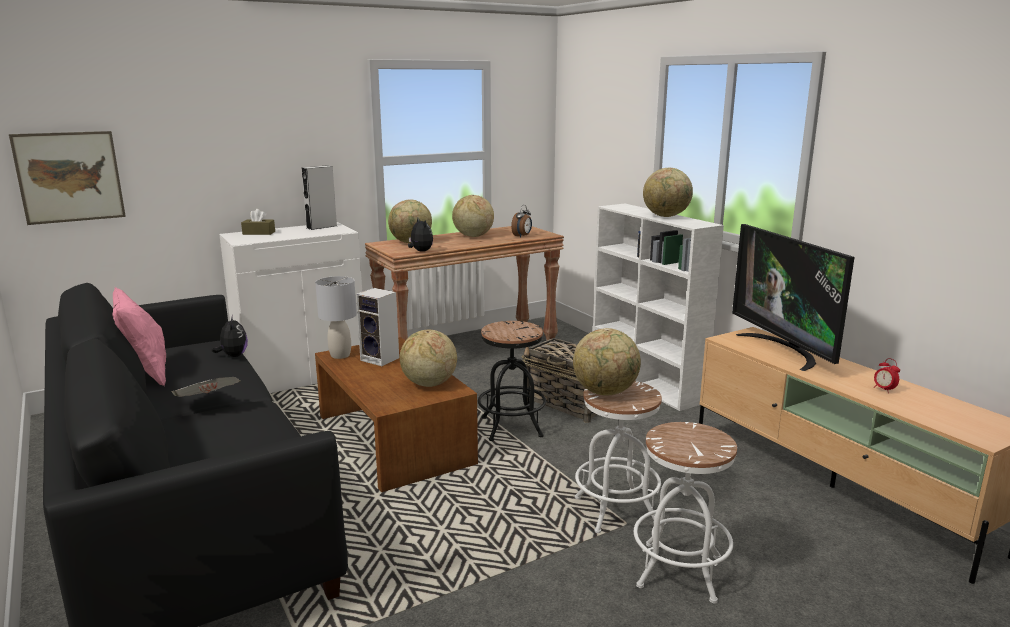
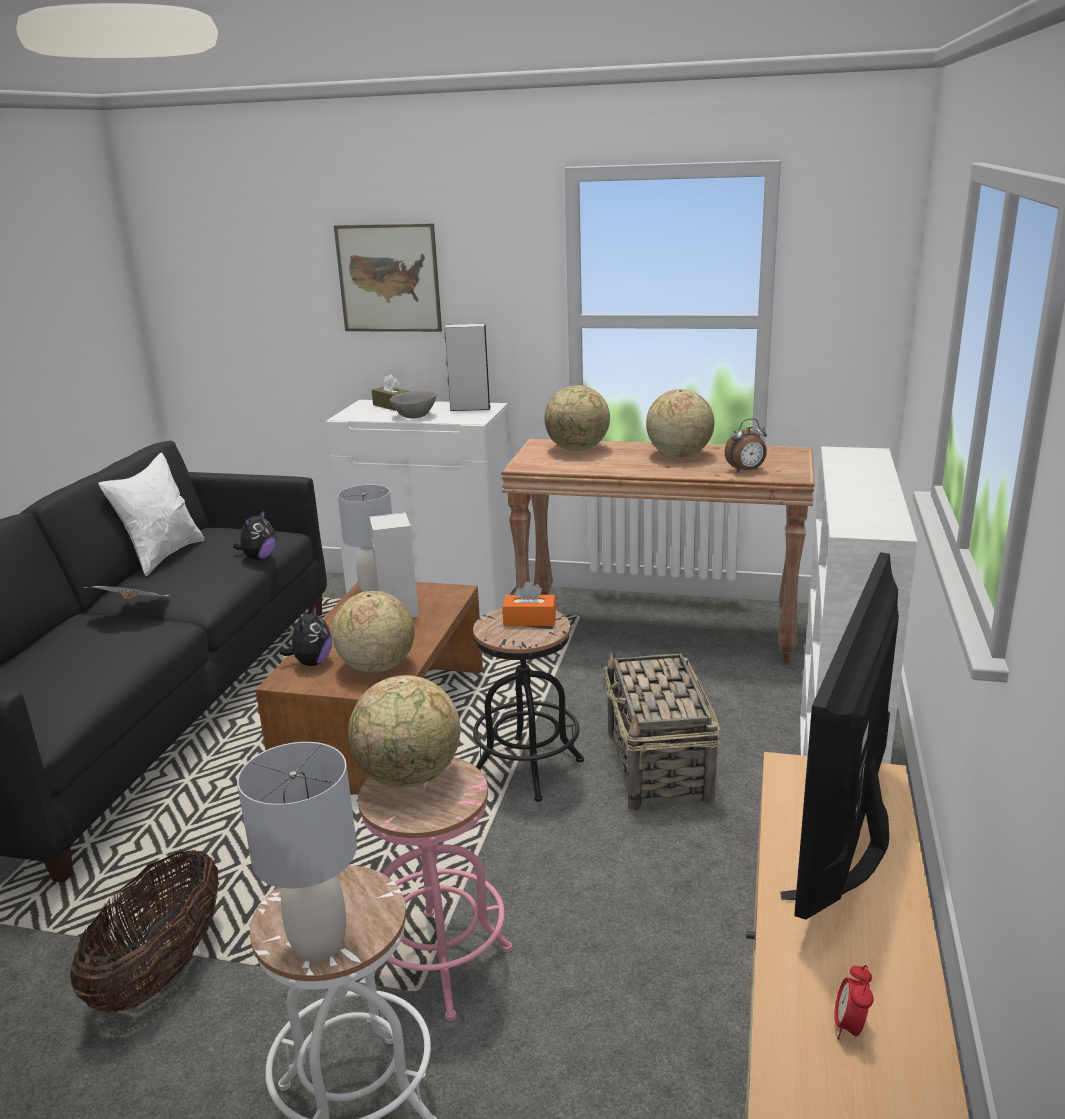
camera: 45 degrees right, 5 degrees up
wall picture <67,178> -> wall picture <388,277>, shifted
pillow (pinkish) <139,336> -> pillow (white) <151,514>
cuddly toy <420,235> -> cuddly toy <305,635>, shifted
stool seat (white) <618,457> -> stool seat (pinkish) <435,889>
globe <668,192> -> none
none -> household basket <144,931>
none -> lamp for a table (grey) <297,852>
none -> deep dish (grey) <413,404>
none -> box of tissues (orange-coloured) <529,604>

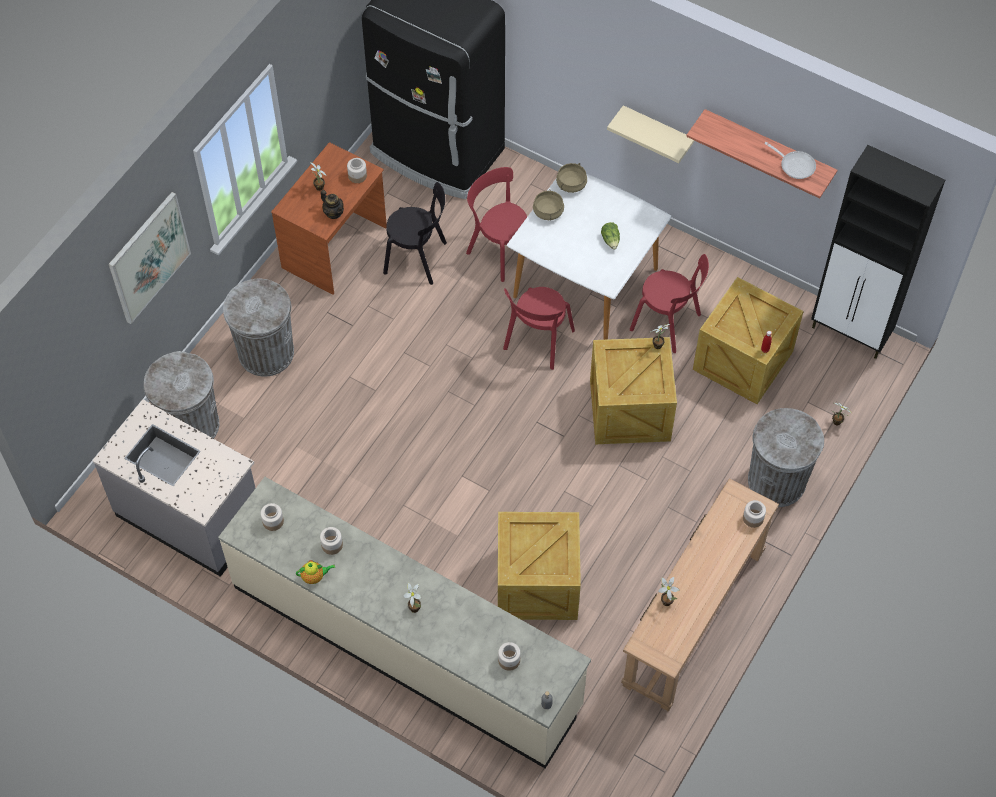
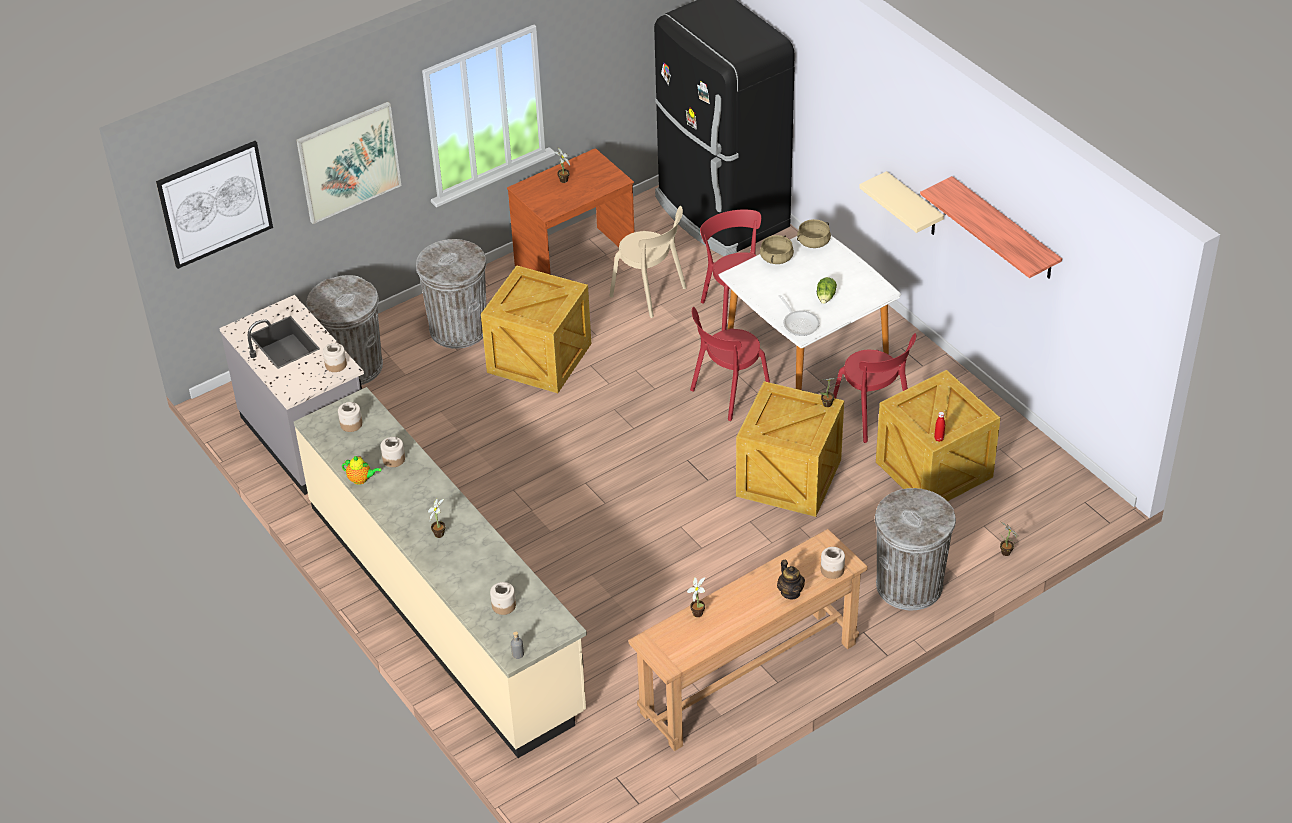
camera: 25 degrees right, 15 degrees down
pot for tea <332,204> -> pot for tea <791,580>, shifted
jar <357,170> -> jar <335,357>, shifted
upright chair (black) <415,233> -> upright chair (beige-coloured) <648,262>
packing crate <539,566> -> packing crate <536,329>, shifted
pan <790,160> -> pan <799,315>, shifted
cupboard (black) <878,252> -> none
none -> wall picture <214,205>

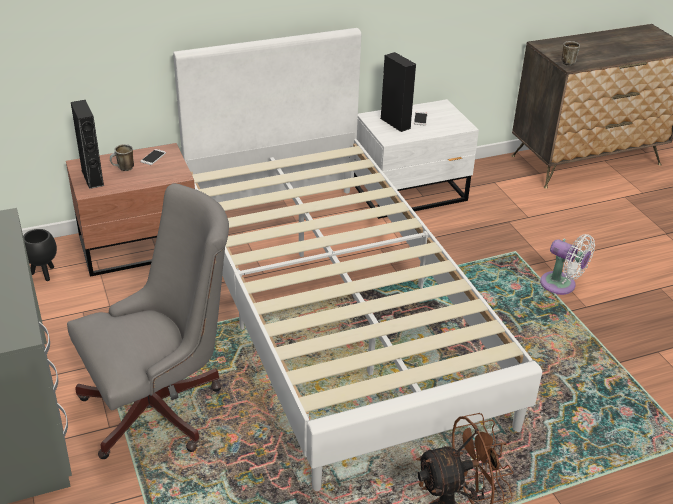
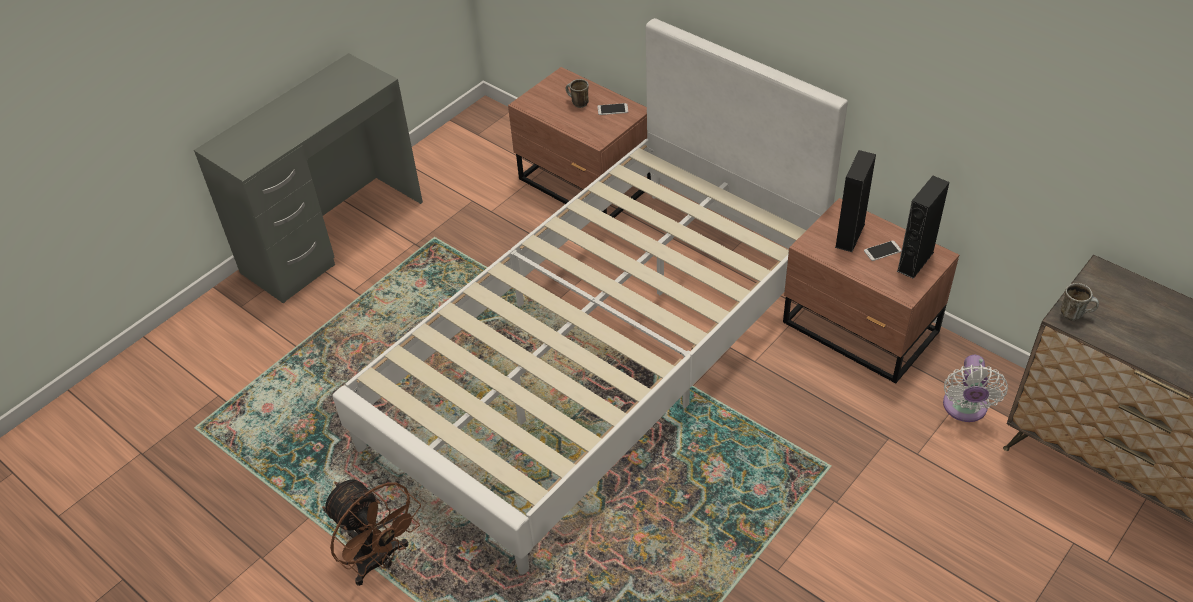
camera: 65 degrees right, 10 degrees up
planter (black) <40,255> -> none
computer chair (grey) <148,321> -> none
audio speaker (black) <87,144> -> audio speaker (black) <923,227>, shifted
night table (white) <416,159> -> night table (brown) <871,290>
fan (white) <567,264> -> fan (white) <975,388>, shifted

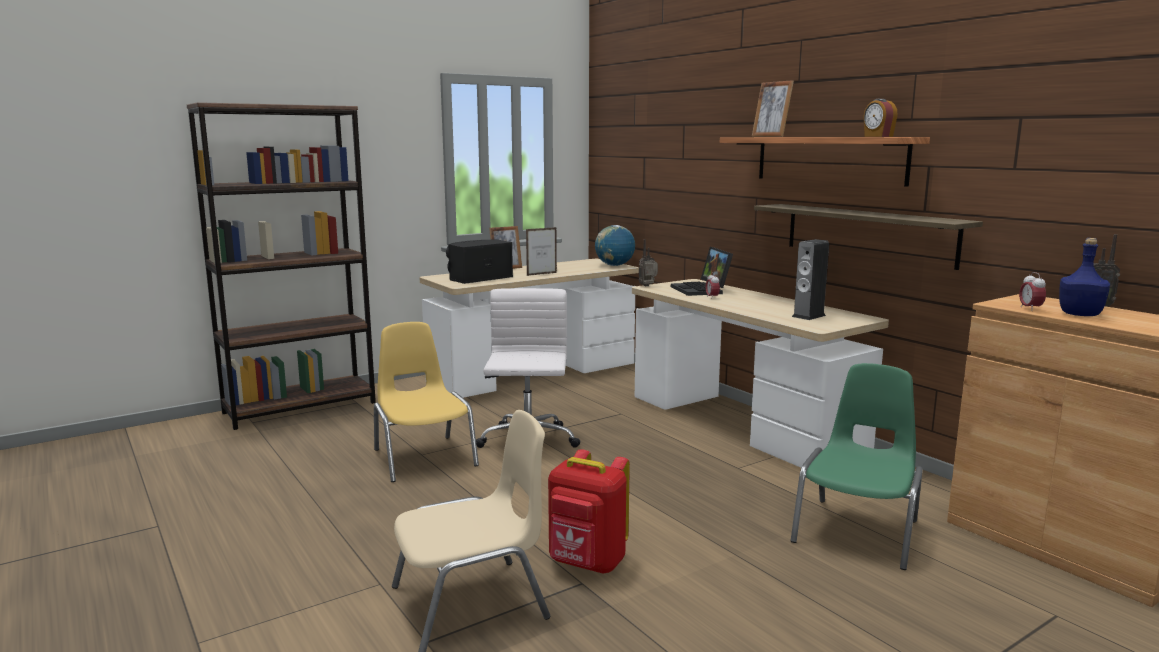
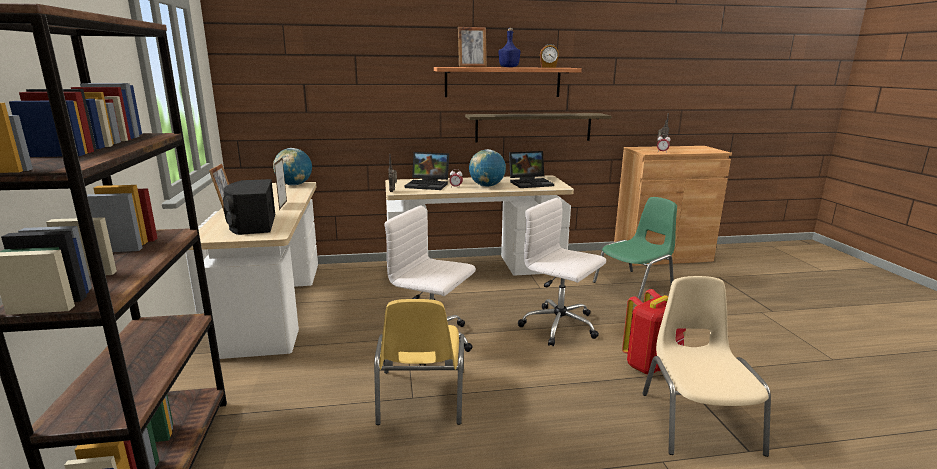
camera: 65 degrees left, 5 degrees up
upright chair (yellow-coloured) <426,402> -> upright chair (yellow-coloured) <419,362>, 90 degrees counterclockwise
upright chair (greenish) <857,466> -> upright chair (greenish) <635,248>, 90 degrees clockwise
audio speaker <810,279> -> portable computer <531,169>
bottle (blue-coloured) <1084,277> -> bottle (blue-coloured) <510,47>, shifted
none -> globe <487,168>
none -> computer chair (white) <562,272>

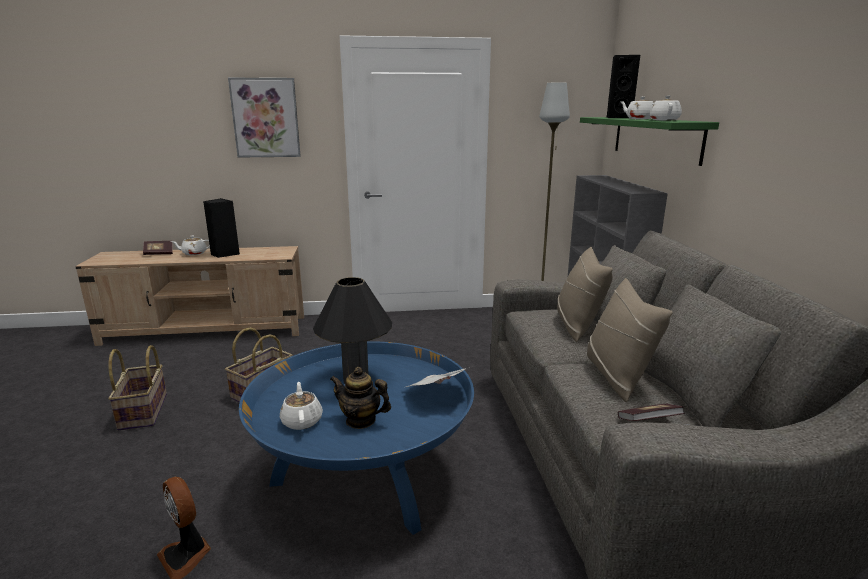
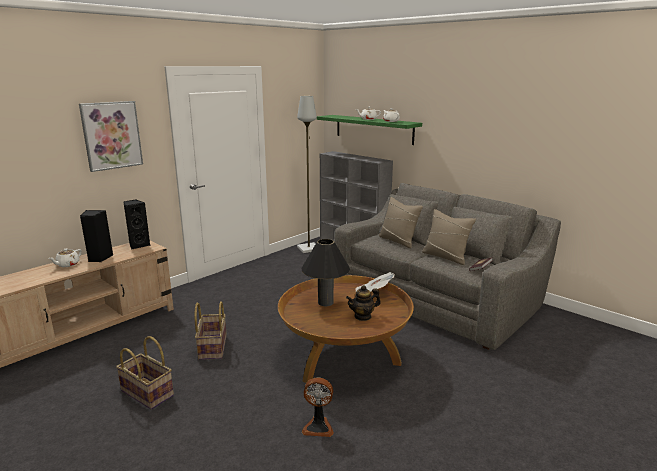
camera: 40 degrees left, 0 degrees up
volume <158,248> -> none
coffee table (blue-coloured) <356,438> -> coffee table (brown) <346,329>
pot for tea (white) <301,406> -> none
audio speaker (black) <623,86> -> audio speaker (black) <137,225>, shifted

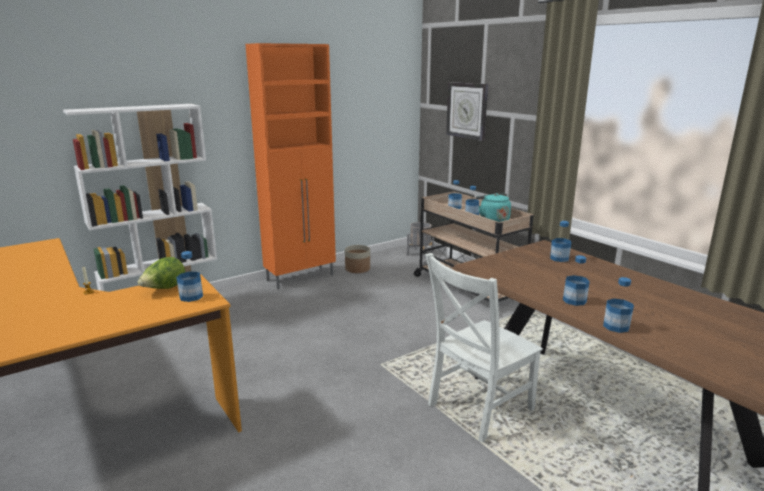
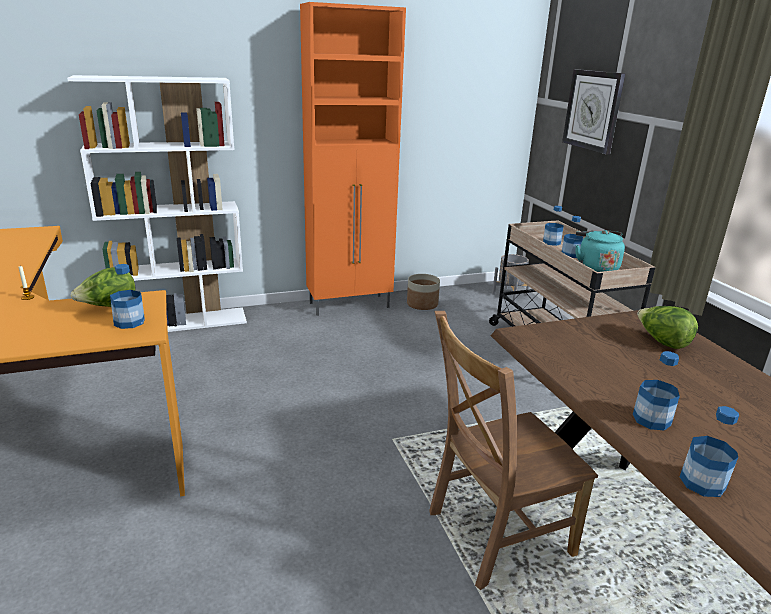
camera: 15 degrees right, 5 degrees up
upright chair (white) <484,347> -> upright chair (brown) <513,450>
bottle <560,241> -> lettuce head <667,327>

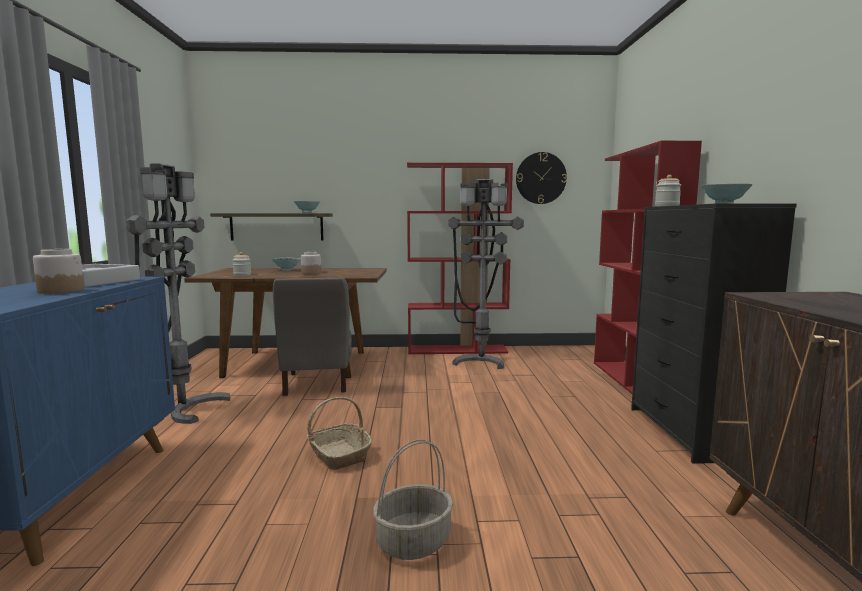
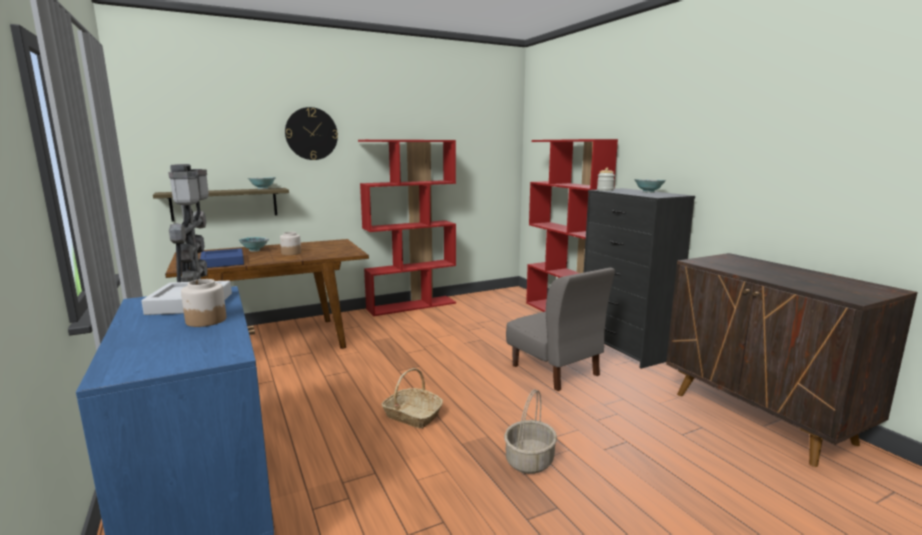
camera: 25 degrees left, 5 degrees up
jar <242,264> -> tray (blue-coloured) <222,258>
upright chair (grey) <312,337> -> upright chair (grey) <560,329>, shifted
floor lamp (grey) <486,274> -> none
hanging clock <541,178> -> hanging clock <311,133>, shifted

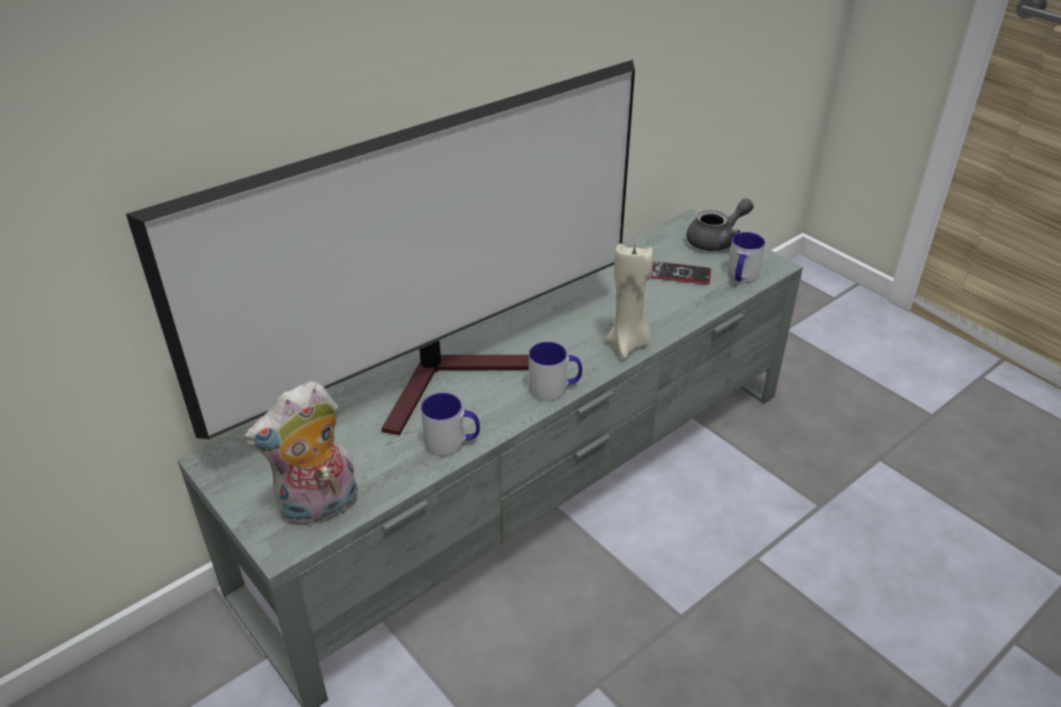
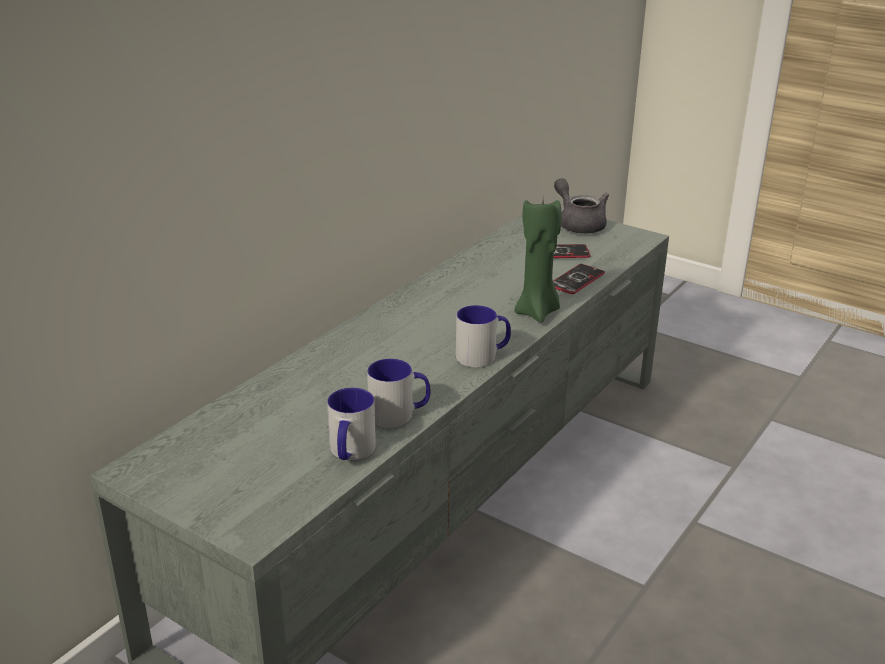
camera: 15 degrees left, 10 degrees down
TV set <380,249> -> none
cuddly toy <301,453> -> none
wax light (beige-coloured) <629,301> -> wax light (greenish) <538,261>
pot for tea (grey) <720,225> -> pot for tea (grey) <581,206>, 75 degrees counterclockwise
coffee mug <746,257> -> coffee mug <351,424>, shifted
none -> phone <579,279>

